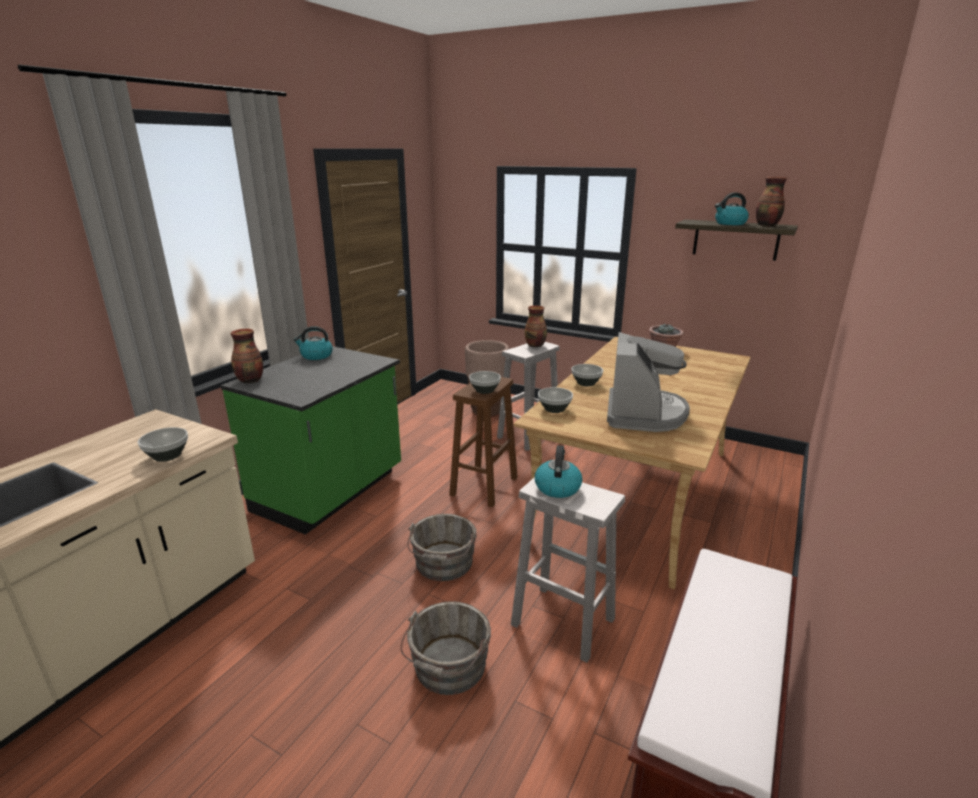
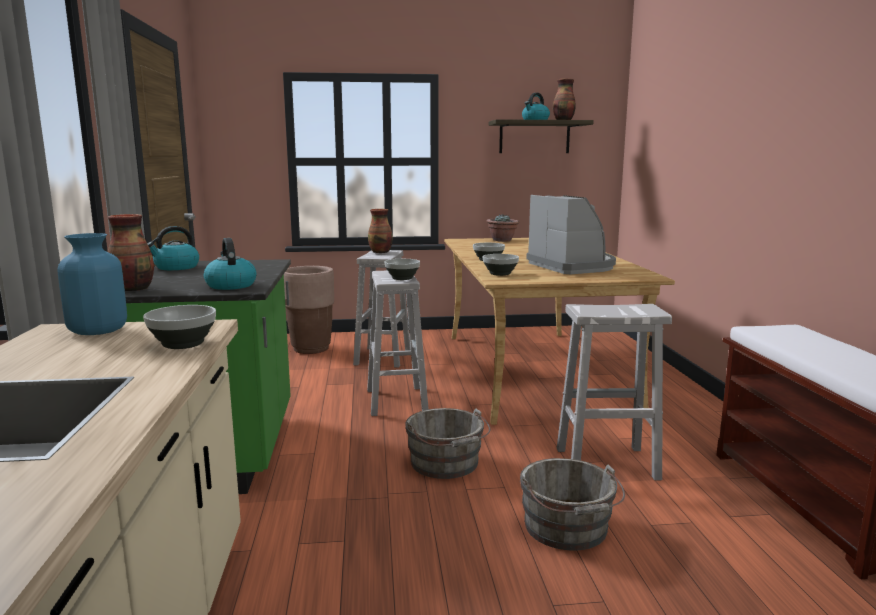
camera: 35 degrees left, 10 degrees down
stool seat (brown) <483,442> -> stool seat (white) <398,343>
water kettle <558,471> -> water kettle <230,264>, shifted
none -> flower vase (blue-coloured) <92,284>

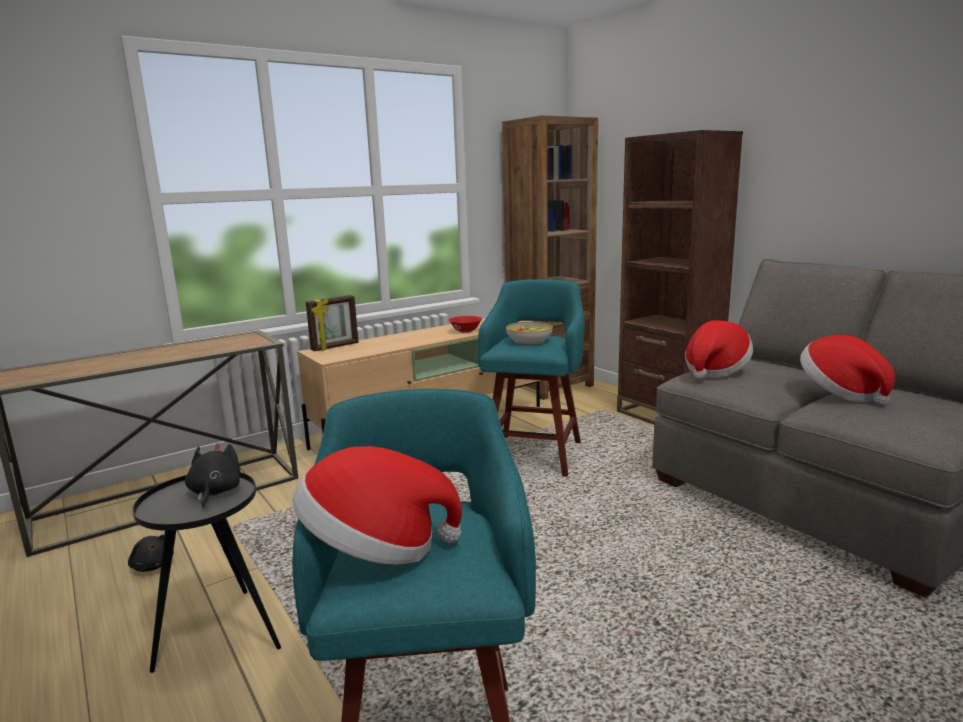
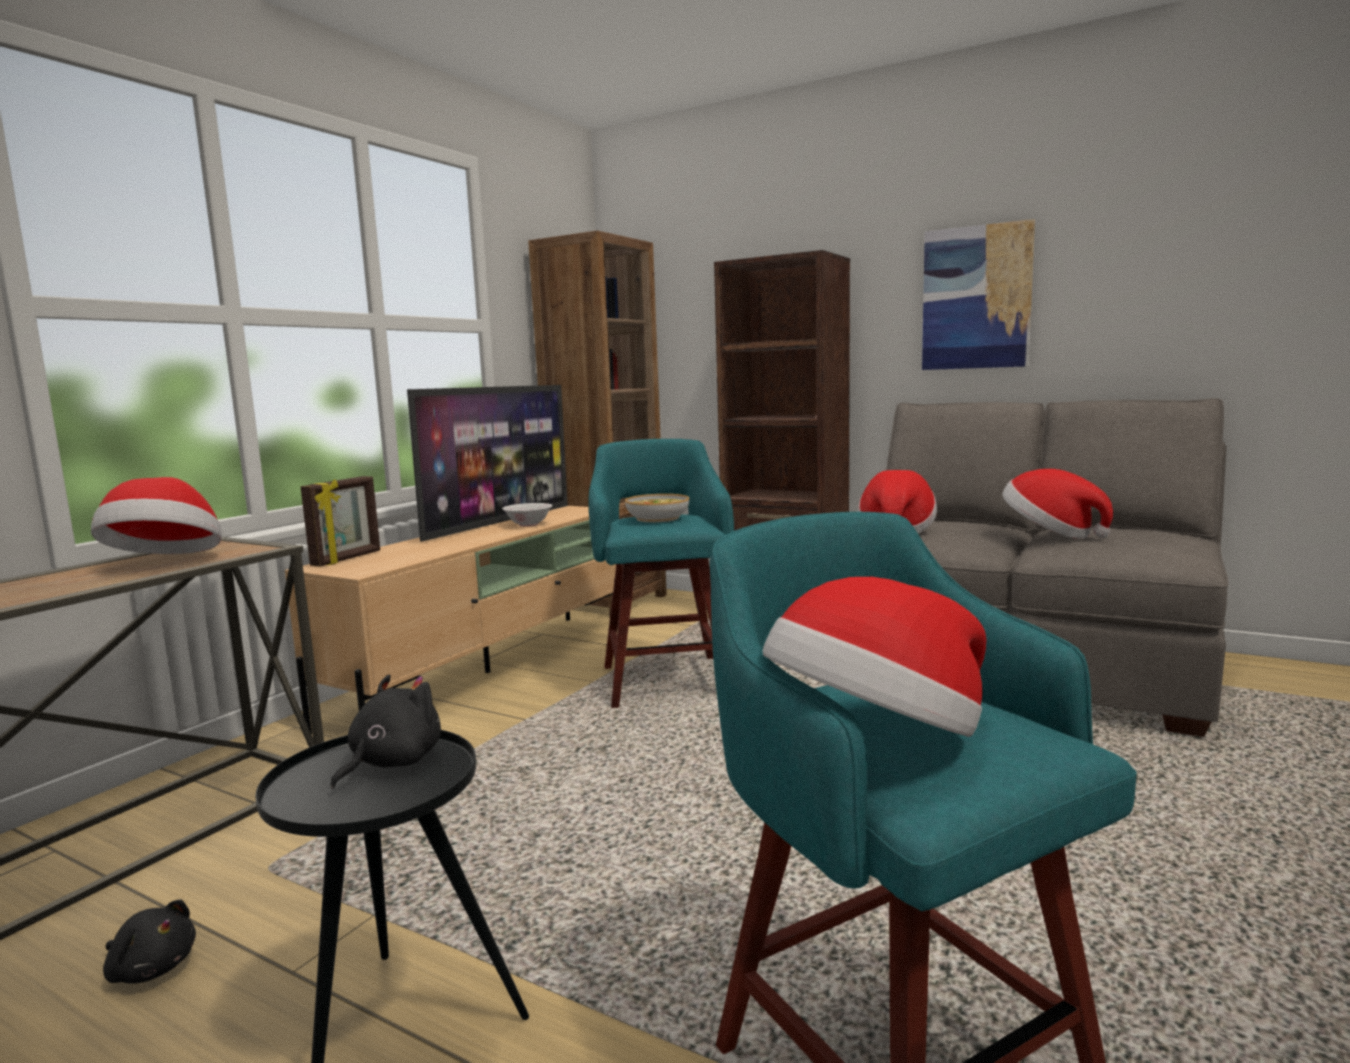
camera: 25 degrees left, 5 degrees down
cuddly toy (black) <212,476> -> cuddly toy (black) <385,732>, 60 degrees clockwise
deep dish (reddish) <465,324> -> deep dish (white) <527,515>
none -> wearable hat <156,515>
none -> TV set <487,463>
none -> wall picture <978,294>

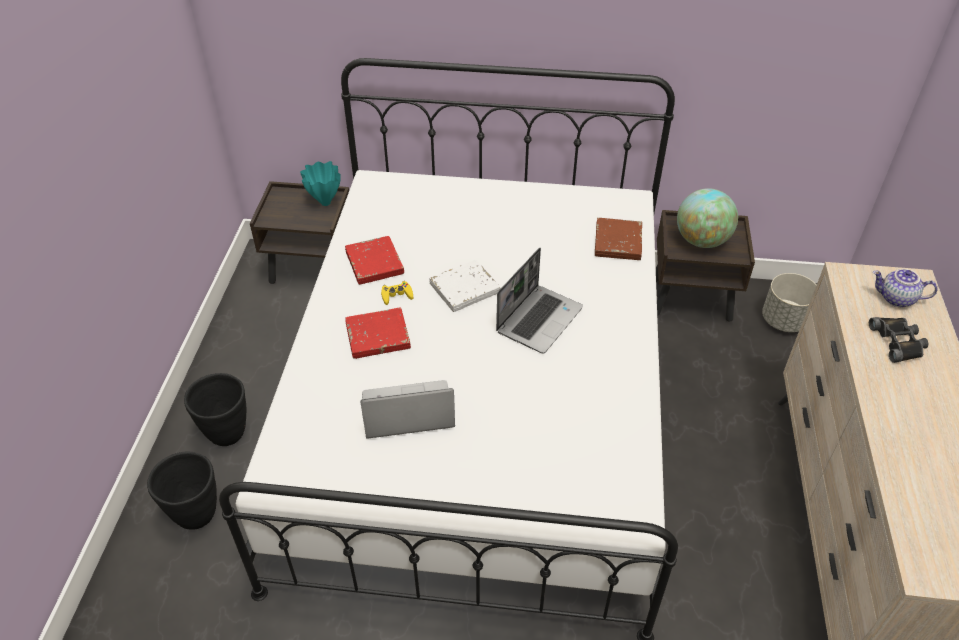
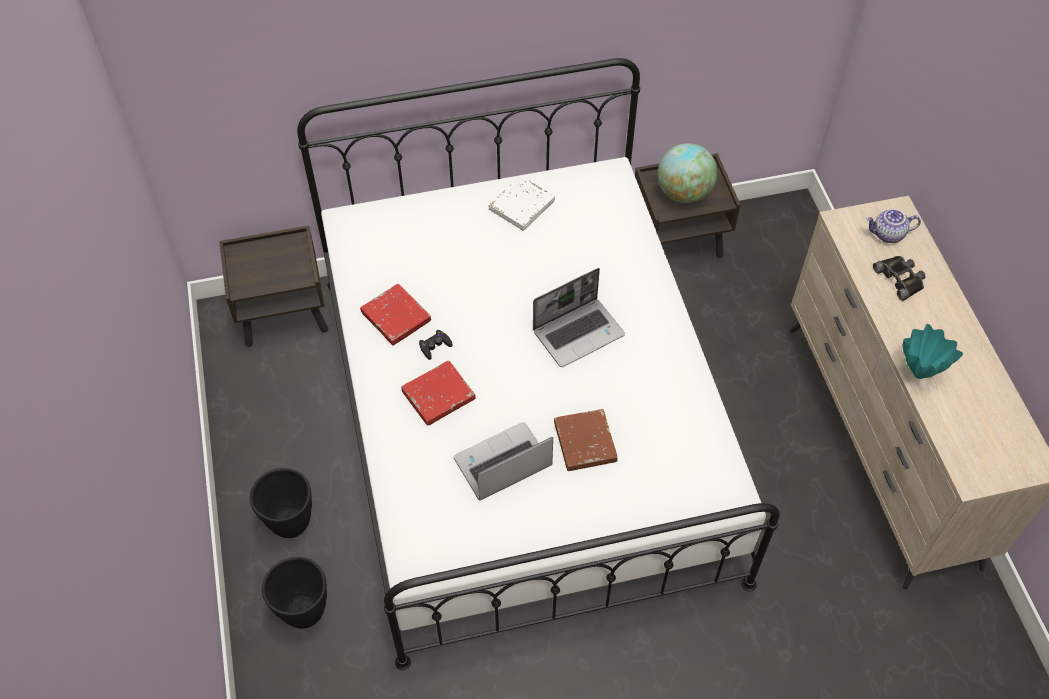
camera: 20 degrees left, 10 degrees up
flower vase (turquoise) <320,183> -> flower vase (turquoise) <933,351>, shifted
joypad (yellow-coloured) <397,293> -> joypad (black) <436,345>
volume (white) <464,286> -> volume (white) <522,203>, shifted
portable computer <539,300> -> portable computer <579,317>, 45 degrees clockwise
volume (brown) <618,239> -> volume (brown) <586,440>, shifted
planter (grey) <789,302> -> none

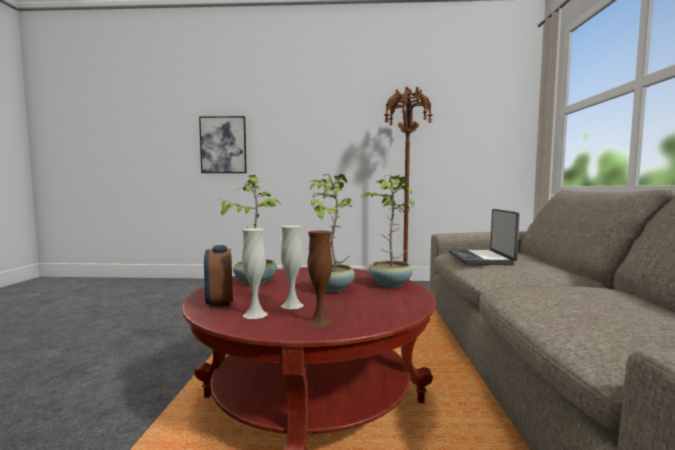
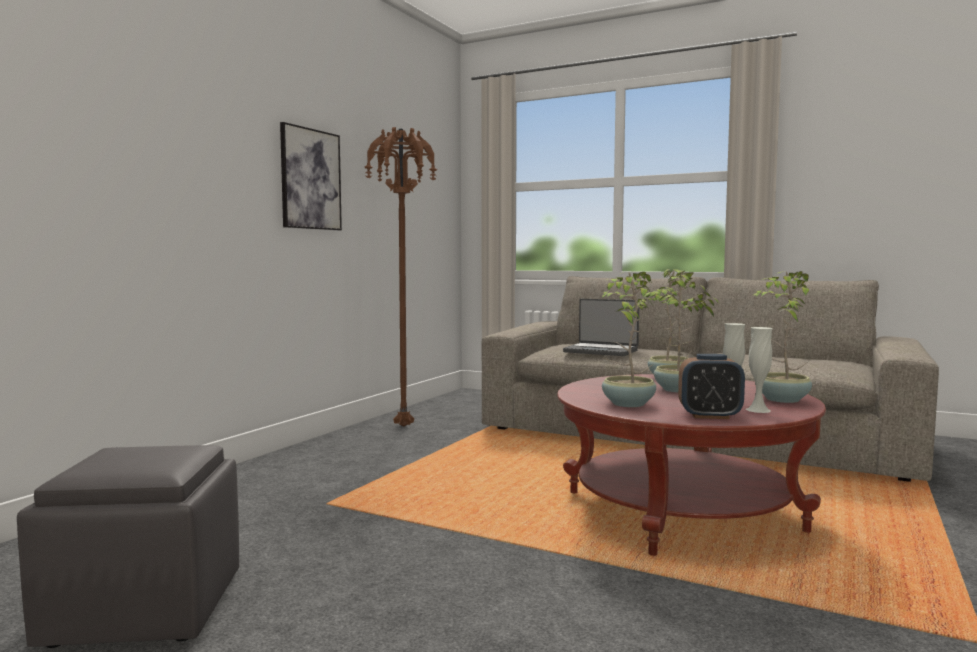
camera: 65 degrees left, 0 degrees up
wall picture <223,144> -> wall picture <311,176>, shifted
flower vase (brown) <320,279> -> plant in a pot <782,337>
none -> footrest (grey) <128,546>

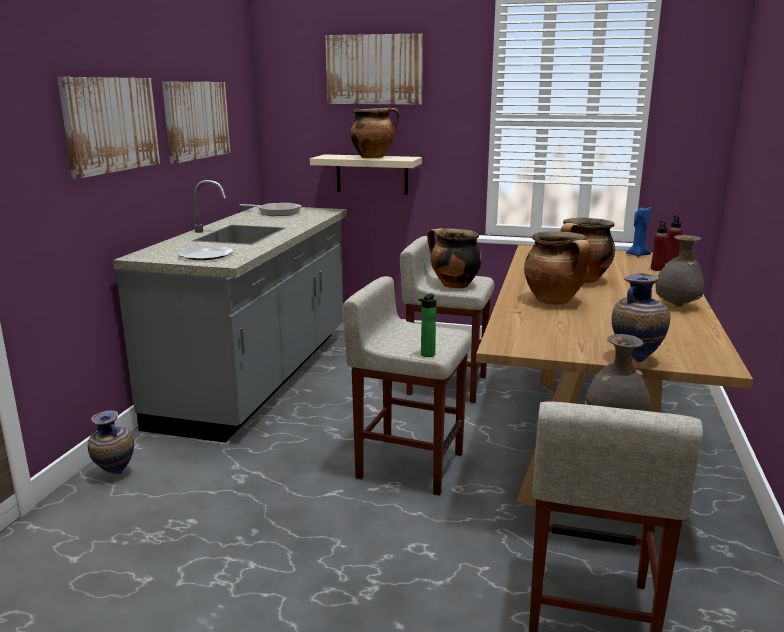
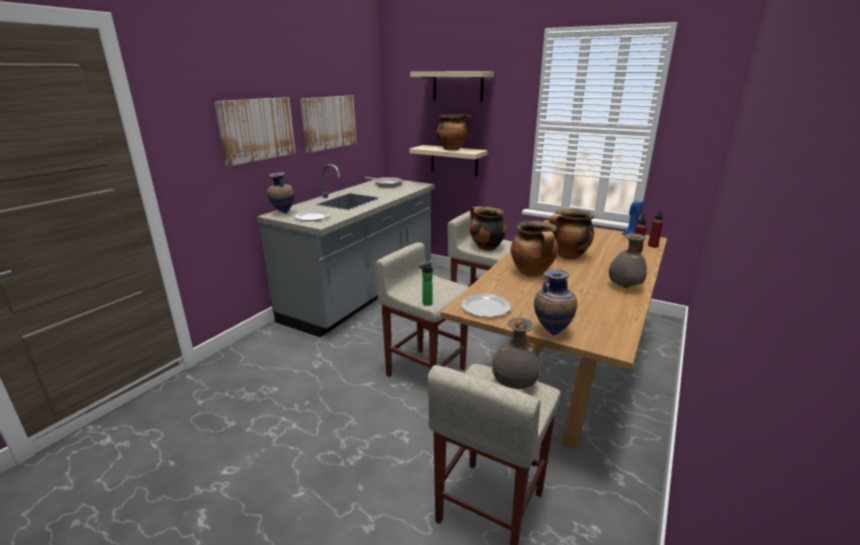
camera: 15 degrees right, 5 degrees up
flower vase <111,442> -> flower vase <280,192>, shifted
wall picture <374,69> -> bracket shelf (beige-coloured) <452,86>
none -> dinner plate <486,305>

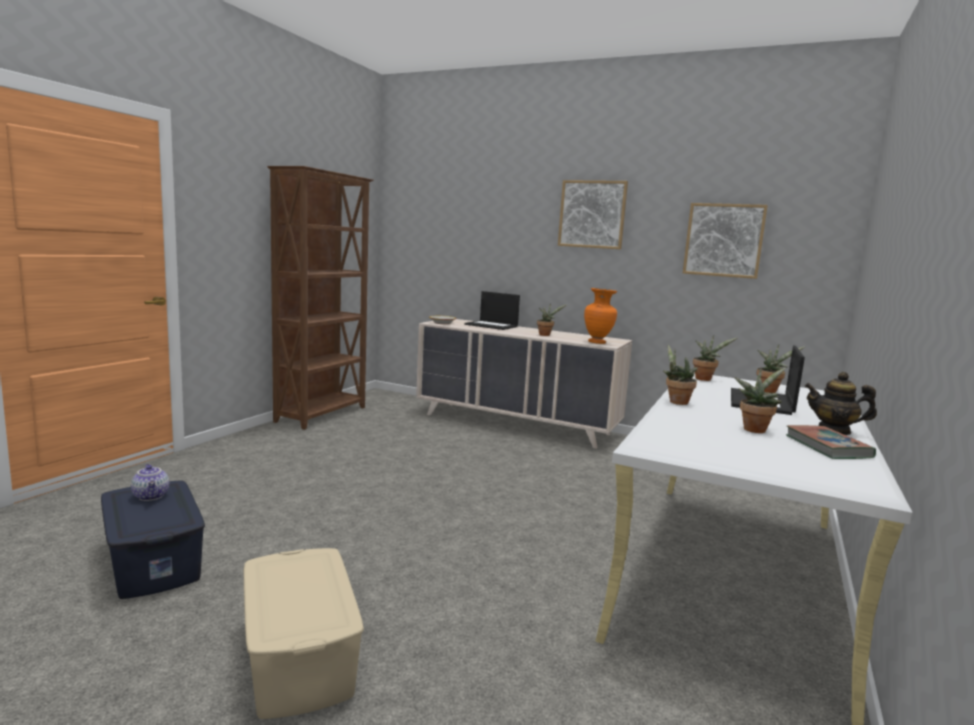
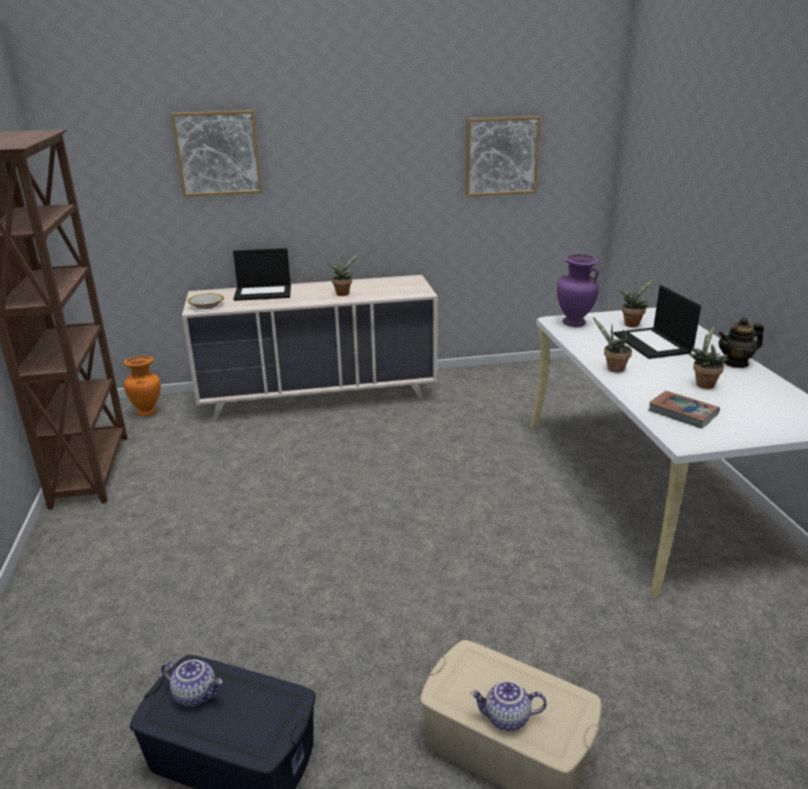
camera: 35 degrees left, 15 degrees up
wall picture <593,214> -> wall picture <216,153>, shifted
flower vase (orange-coloured) <600,316> -> flower vase (orange-coloured) <142,386>, shifted
plant in a pot <715,358> -> flower vase (purple-coloured) <578,290>
volume <831,442> -> volume <684,410>, shifted
none -> pot for tea <508,706>

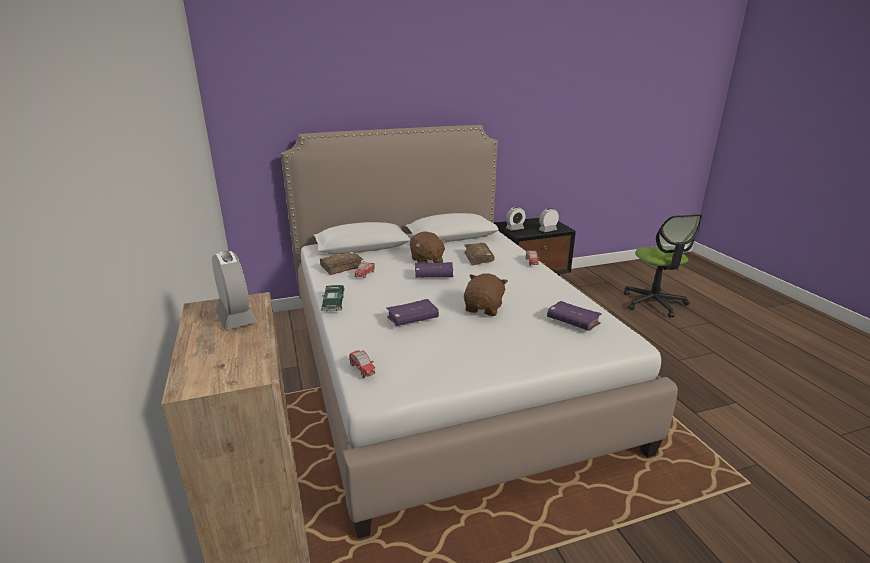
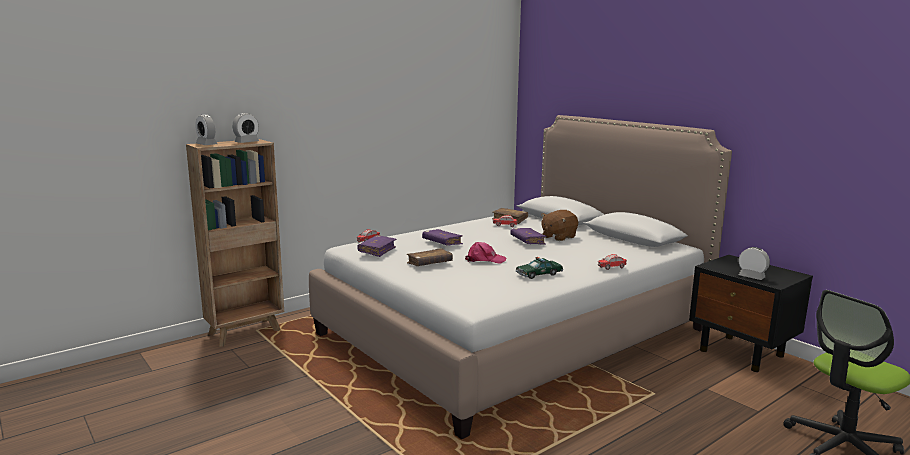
camera: 70 degrees right, 10 degrees down
model car <333,298> -> model car <539,268>, shifted
volume (brown) <479,254> -> volume (brown) <429,257>, shifted
cuddly toy (brown) <486,294> -> peaked cap (pinkish) <485,253>
bedside clock <516,219> -> bedside clock <206,129>, shifted
volume (purple-coloured) <574,316> -> volume (purple-coloured) <376,246>, shifted

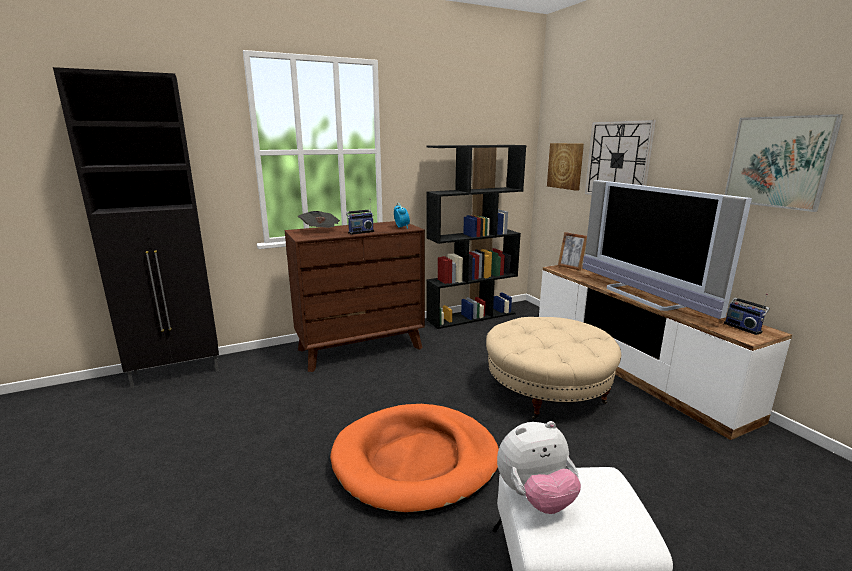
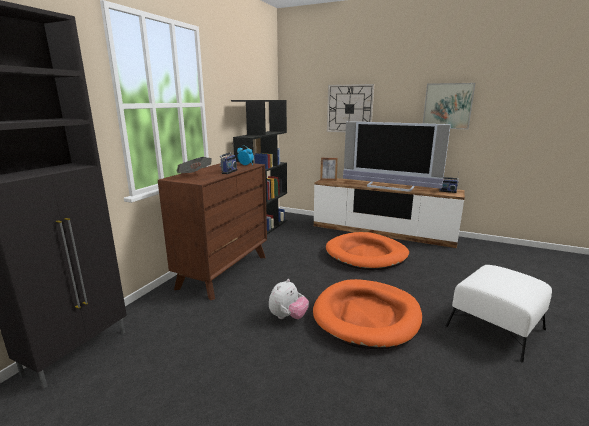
camera: 40 degrees left, 0 degrees up
footrest (beige-coloured) <553,368> -> dog cushion (orange-coloured) <367,251>
cuddly toy <539,467> -> cuddly toy <289,299>, shifted
wall picture <565,167> -> none

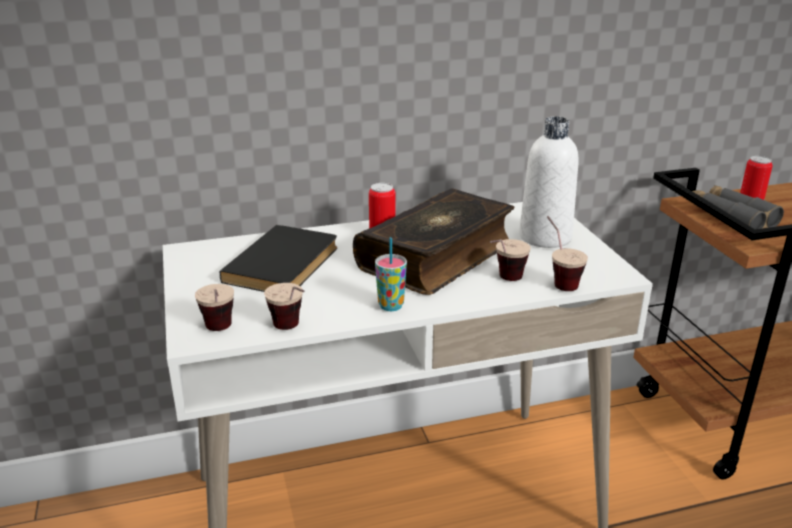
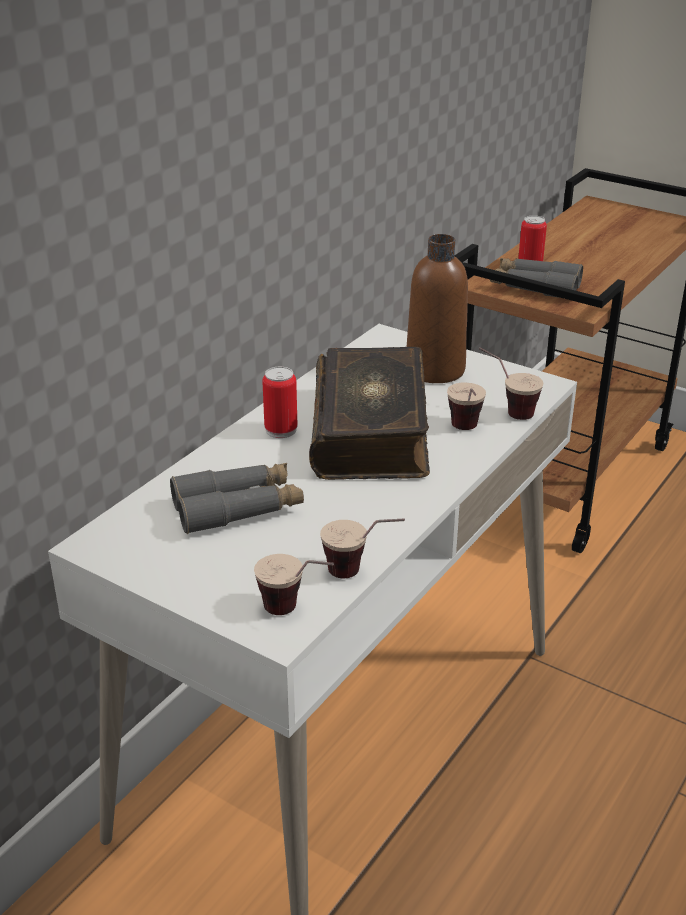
camera: 40 degrees left, 5 degrees up
volume (black) <278,258> -> pair of binoculars (grey) <237,498>
drinking cup <391,274> -> none
bottle (white) <549,182> -> bottle (brown) <437,308>

